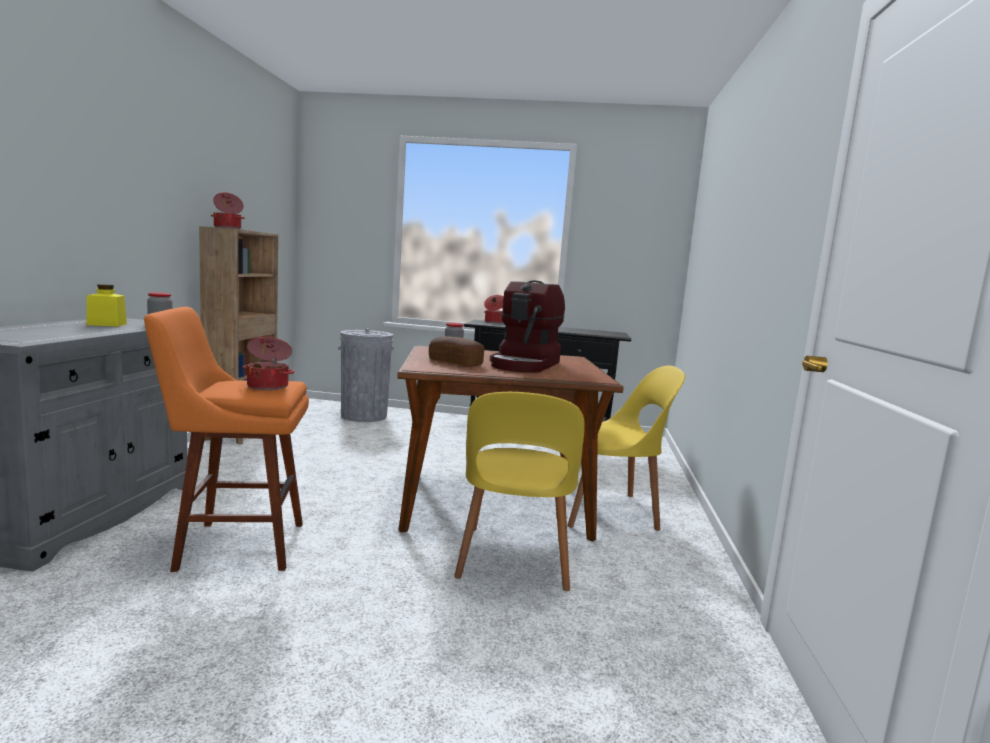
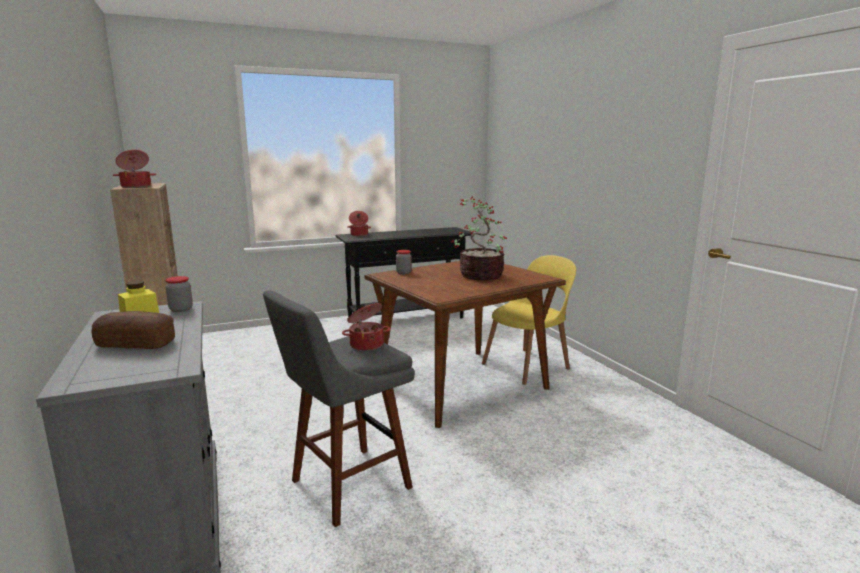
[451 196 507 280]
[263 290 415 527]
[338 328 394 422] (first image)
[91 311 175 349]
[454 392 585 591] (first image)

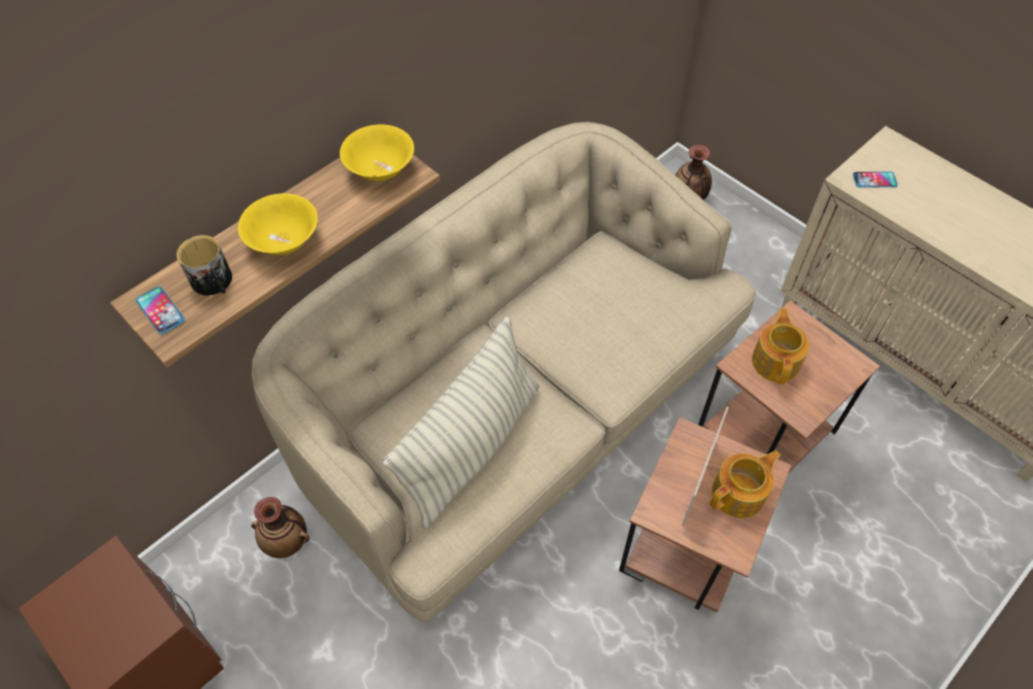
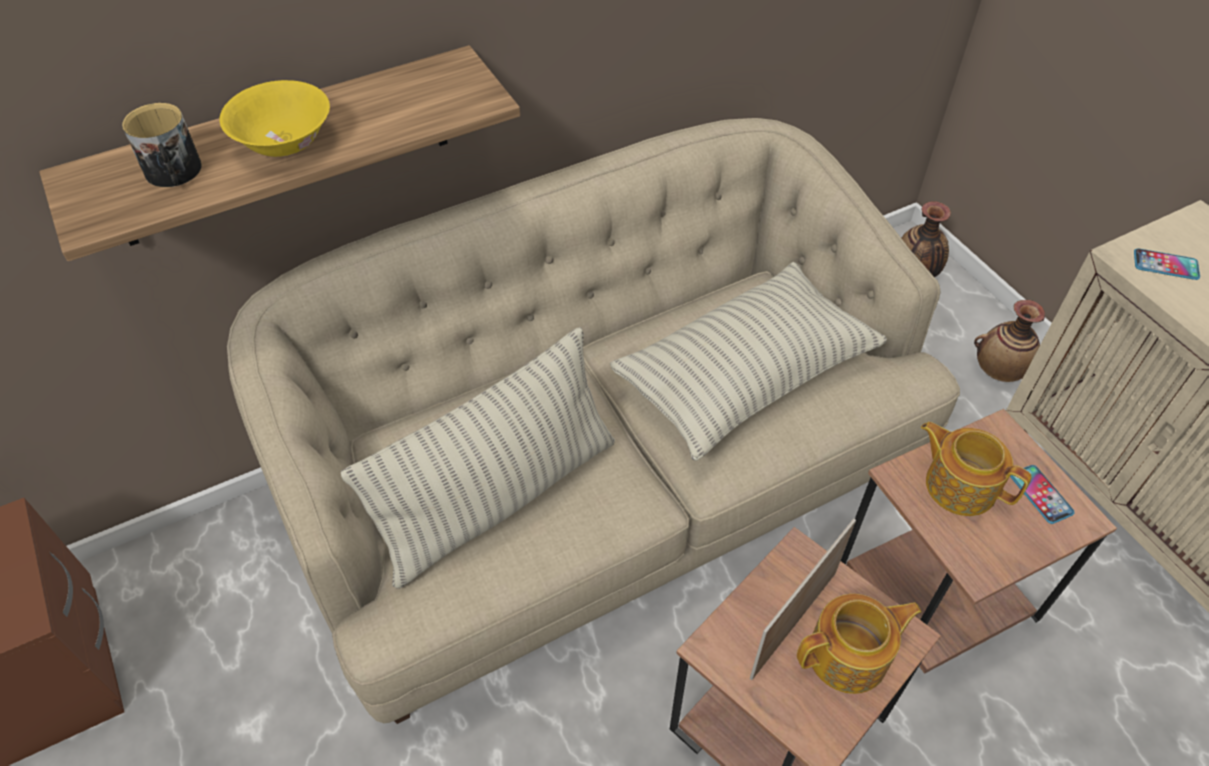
[340 124 414 181] (first image)
[1010 465 1075 524]
[921 422 1032 516]
[974 300 1045 382]
[610 262 887 461]

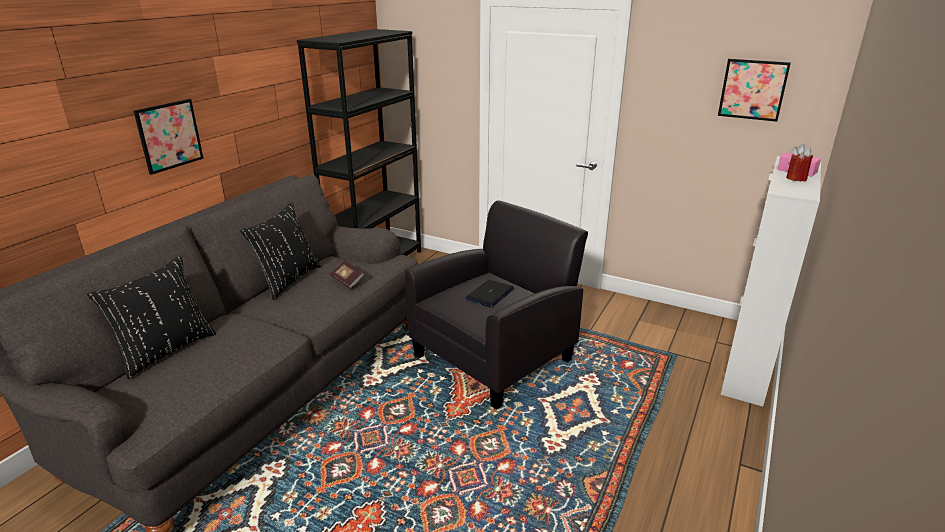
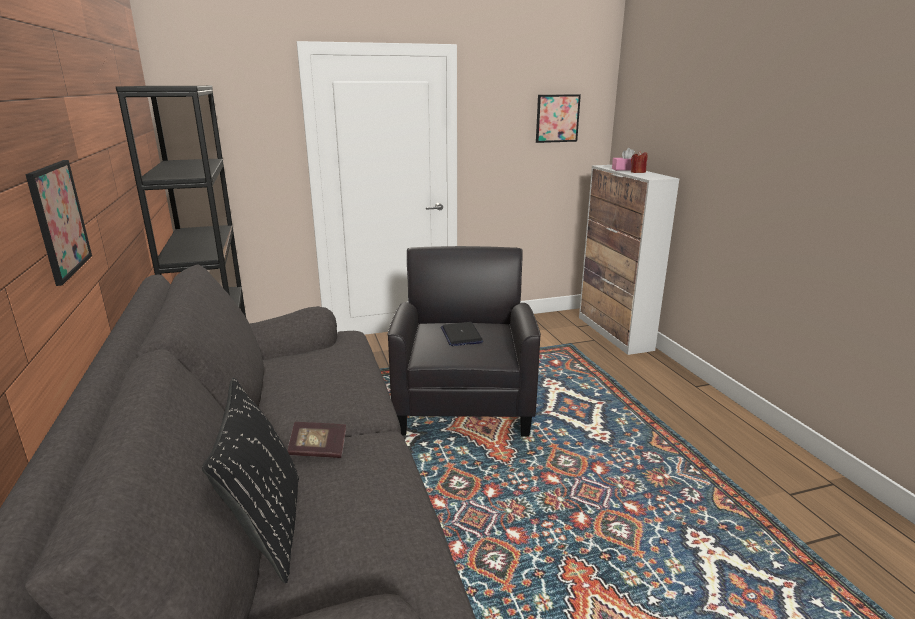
[240 202 321 300] (first image)
[287 422 346 458]

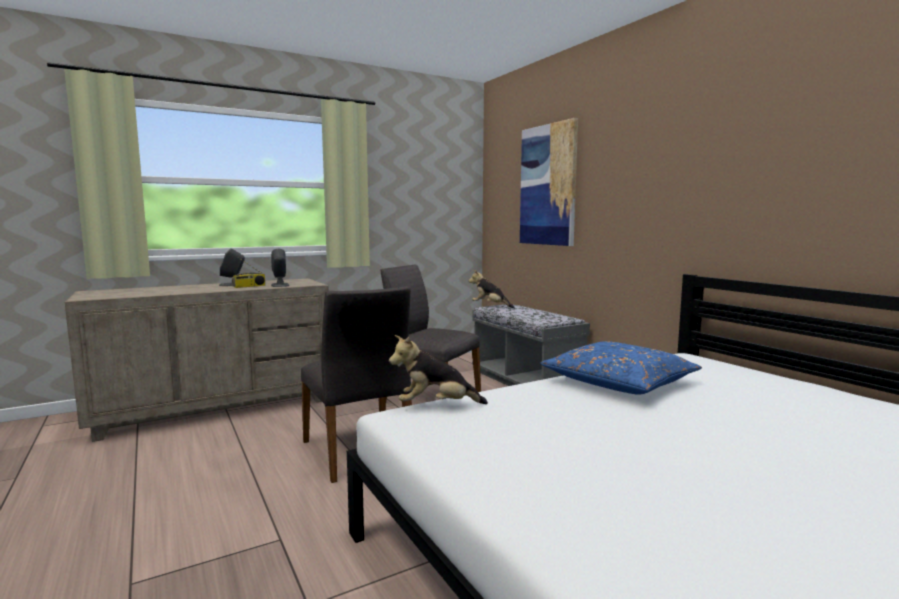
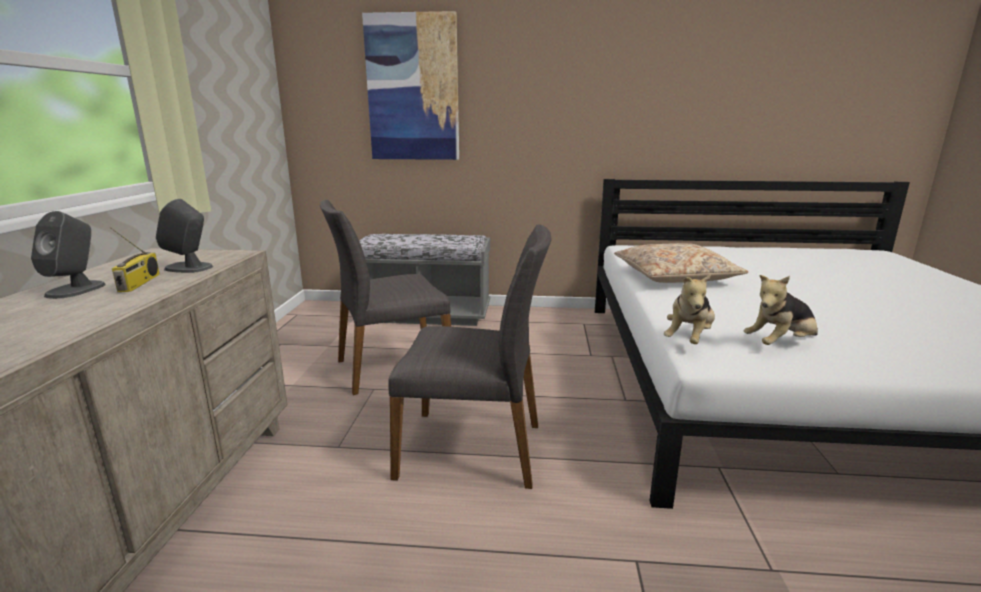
[744 275 818 345]
[614 243 748 283]

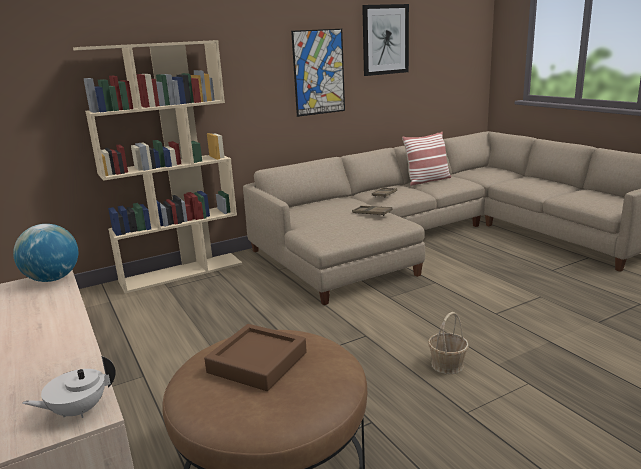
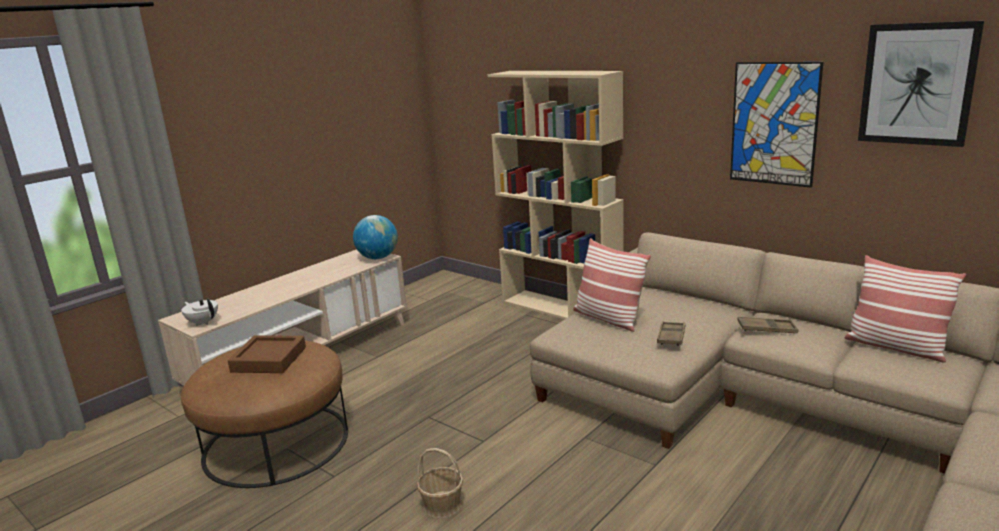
[573 238 651 332]

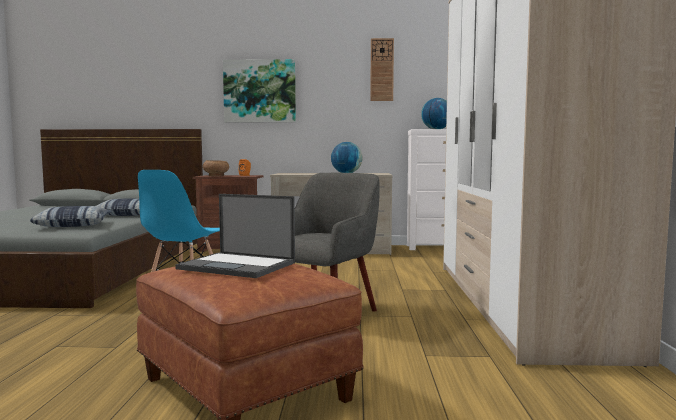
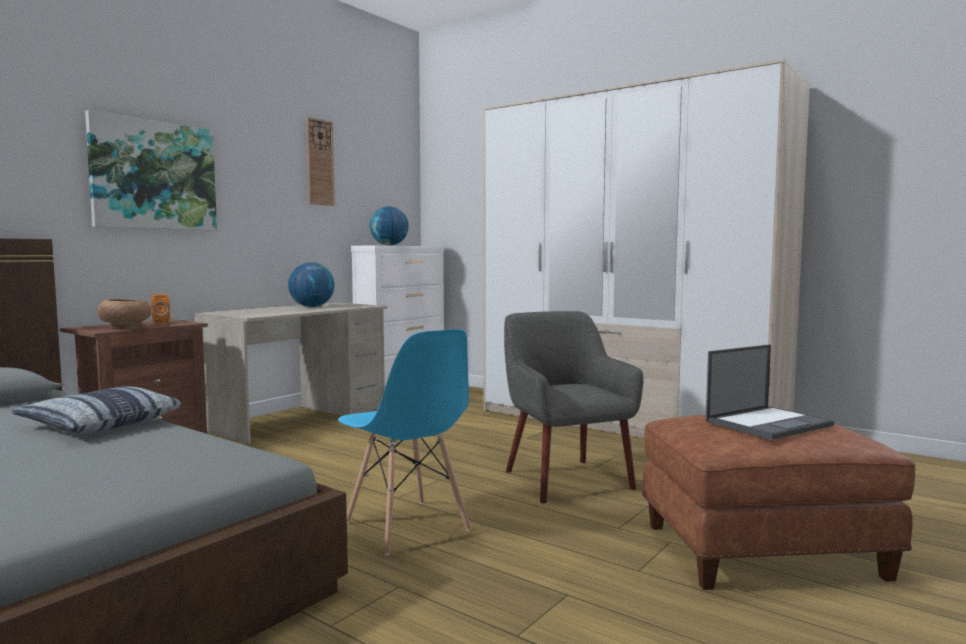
[30 206 111 227] (first image)

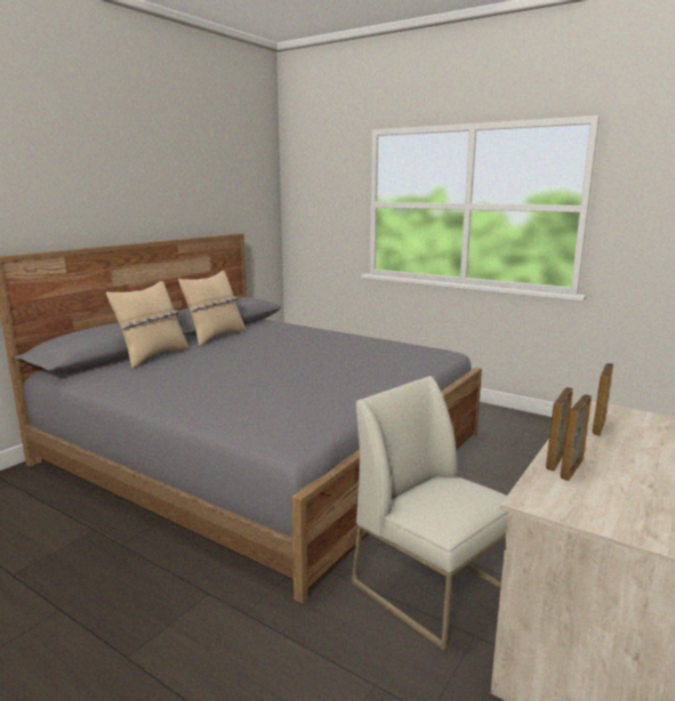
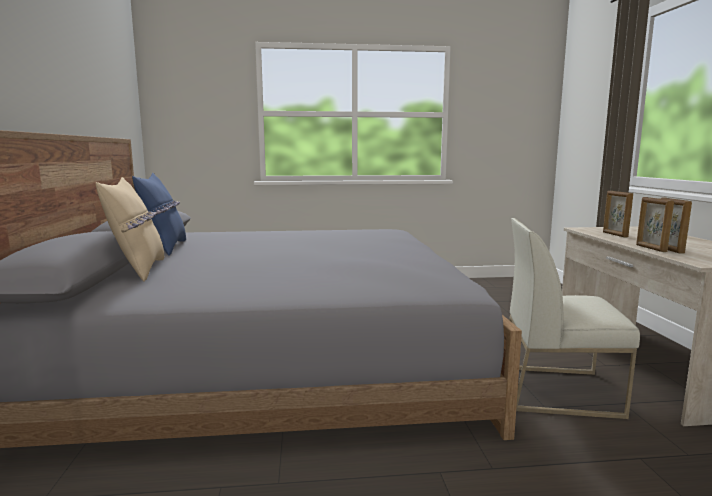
[132 173 186 255]

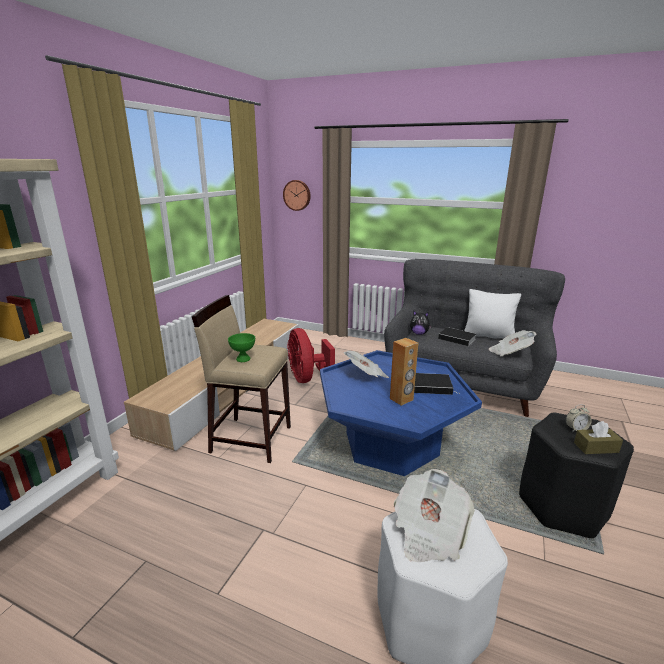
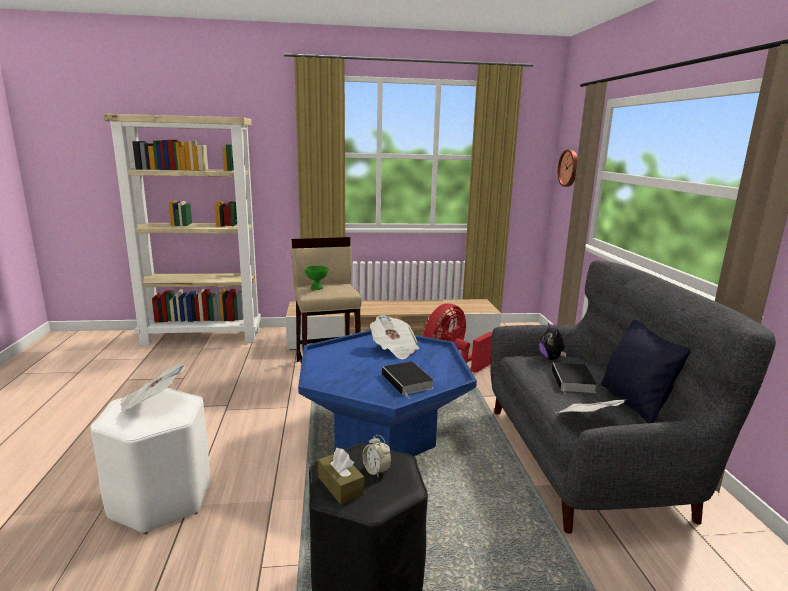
[601 320 691 423]
[390 338 418 406] (first image)

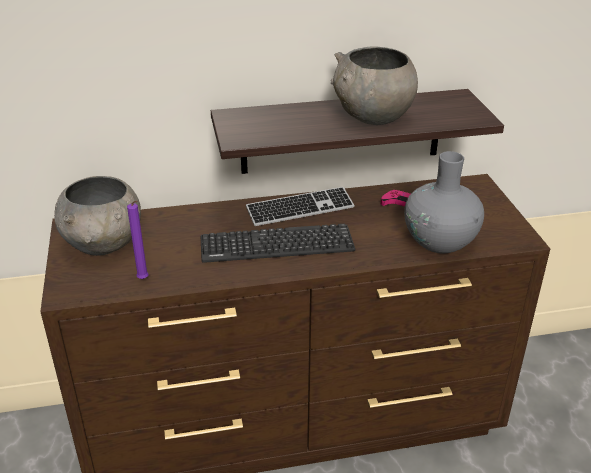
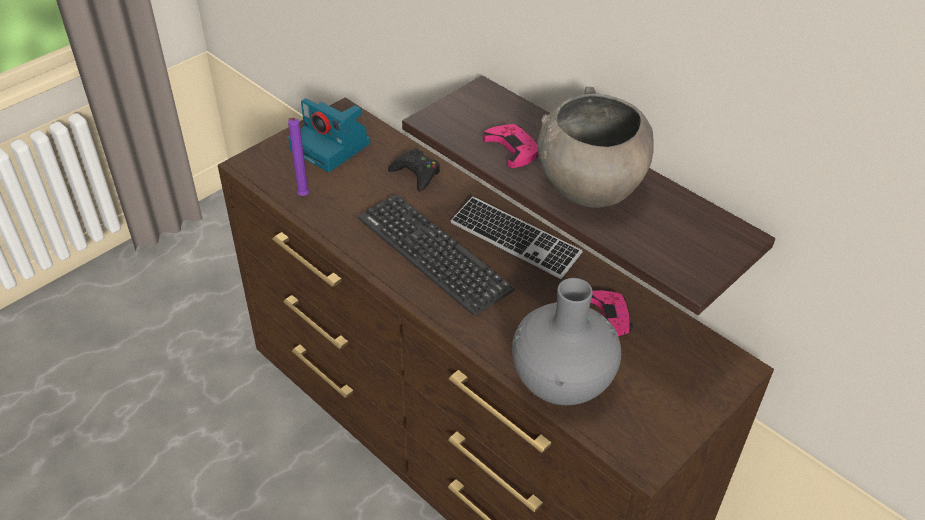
[288 98 370 172]
[483 124 539 168]
[388 148 440 192]

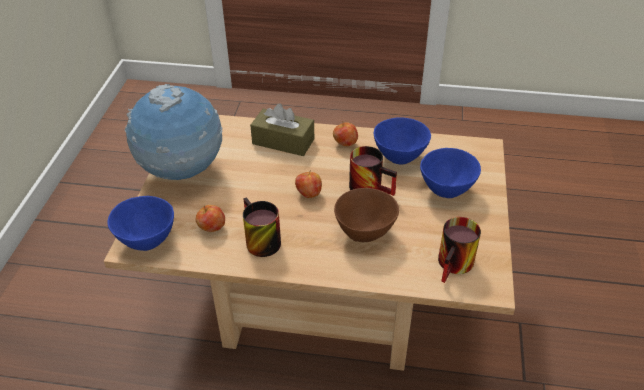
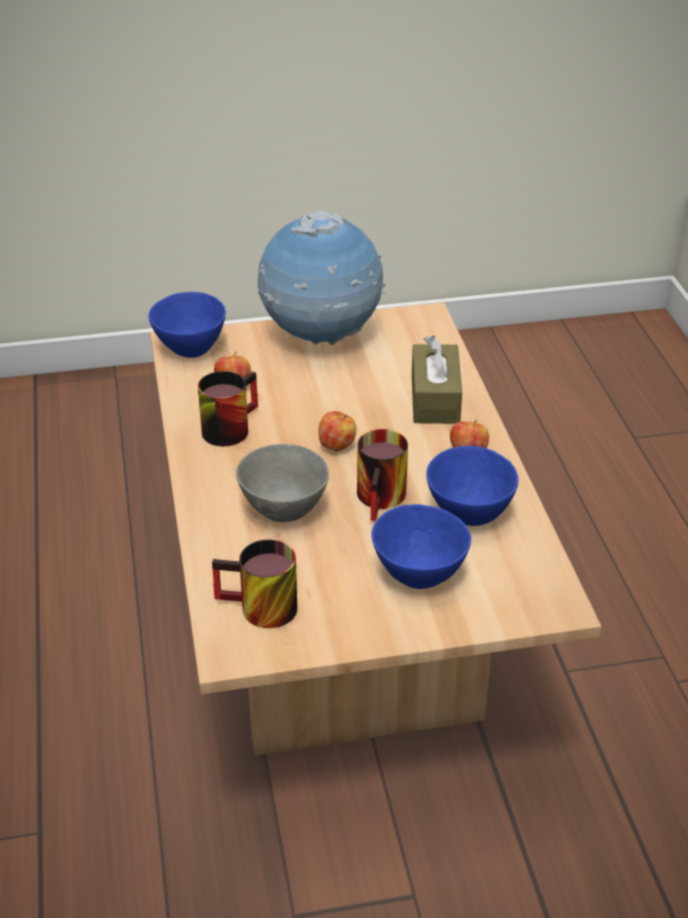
[236 444 329 522]

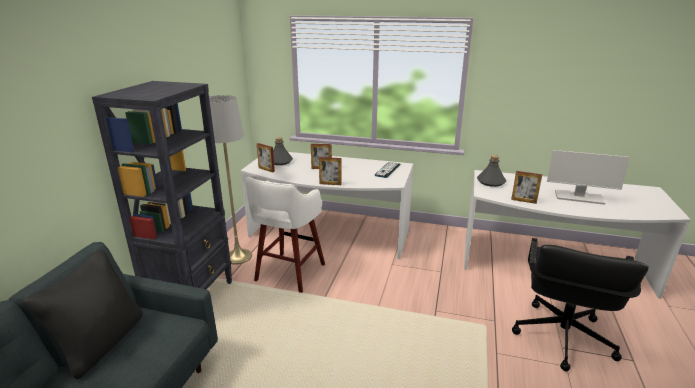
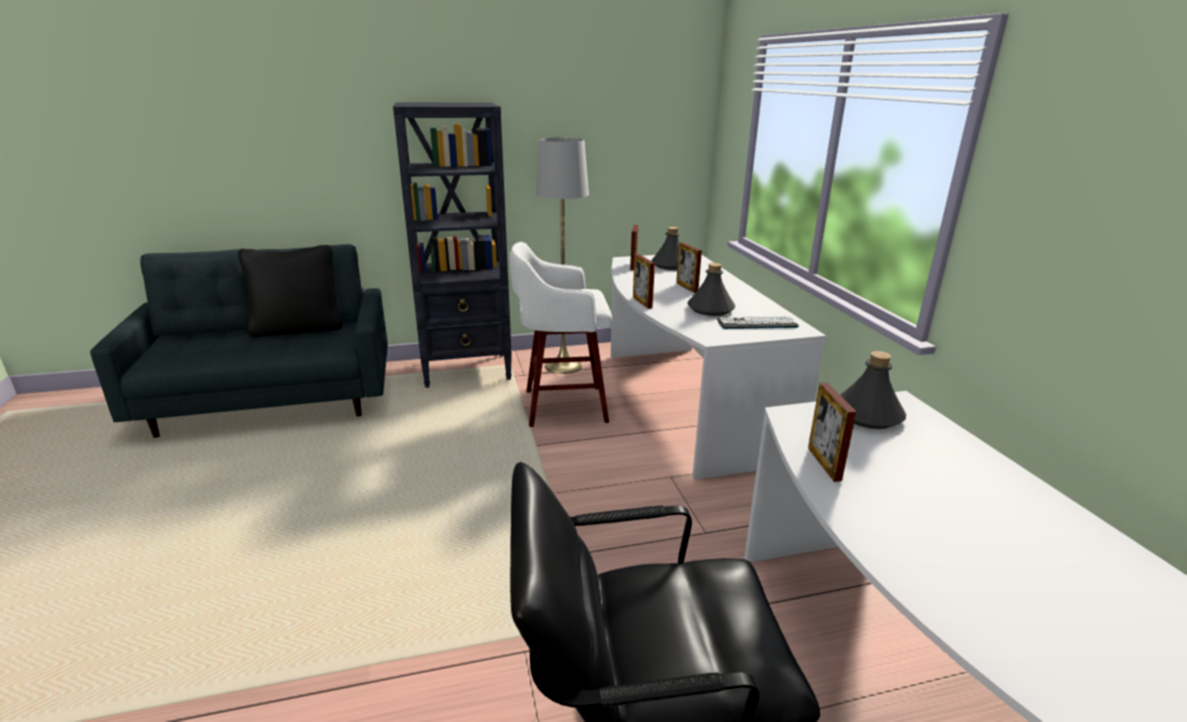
[547 150 630 205] (first image)
[688 263 735 316]

